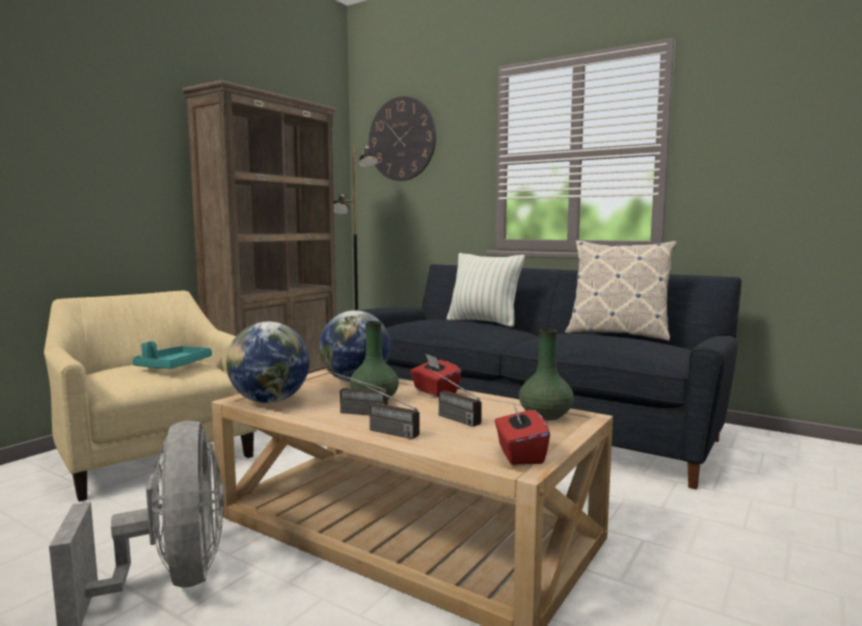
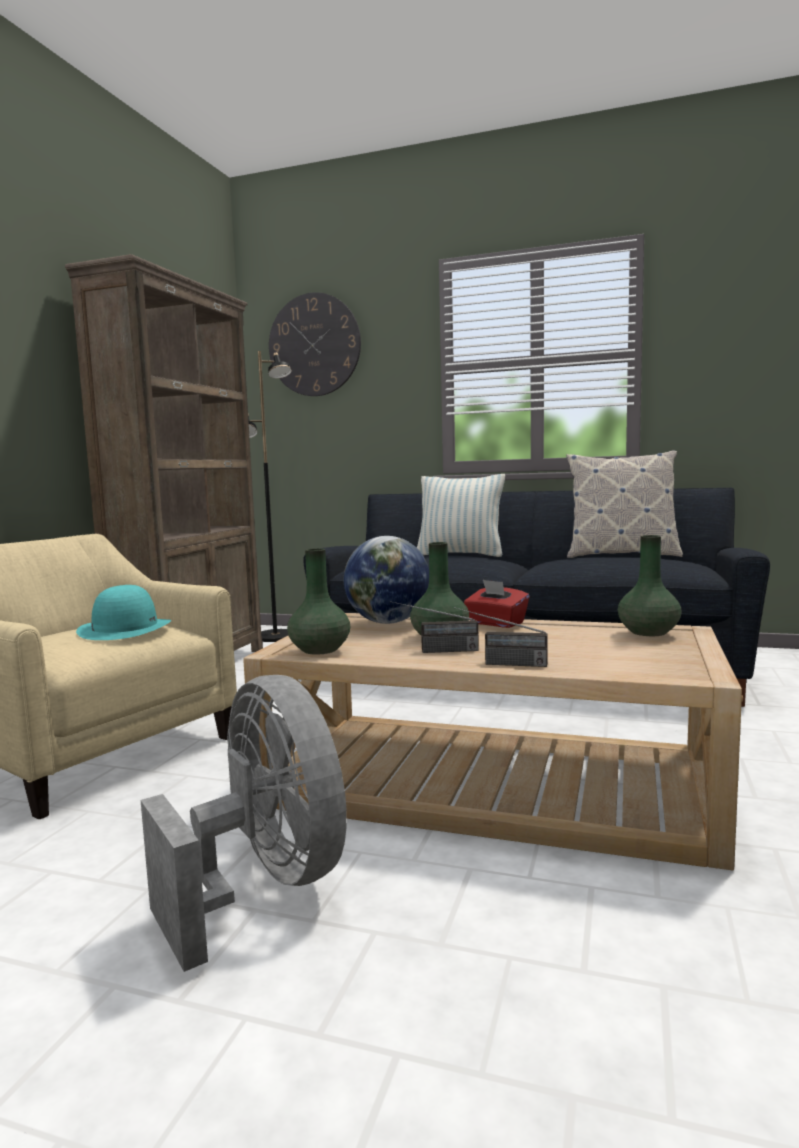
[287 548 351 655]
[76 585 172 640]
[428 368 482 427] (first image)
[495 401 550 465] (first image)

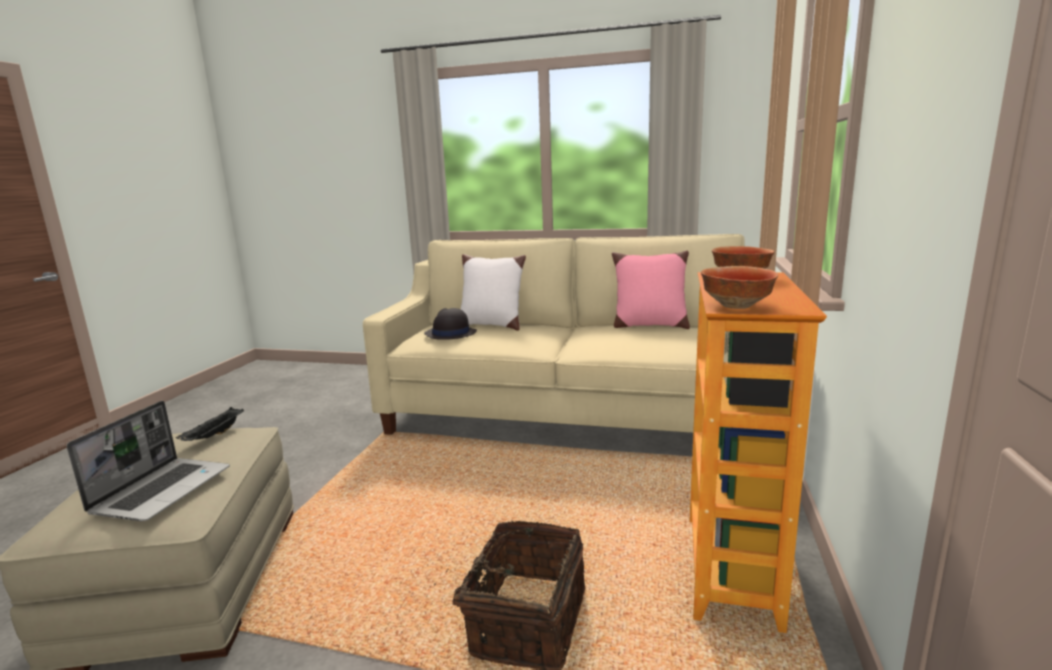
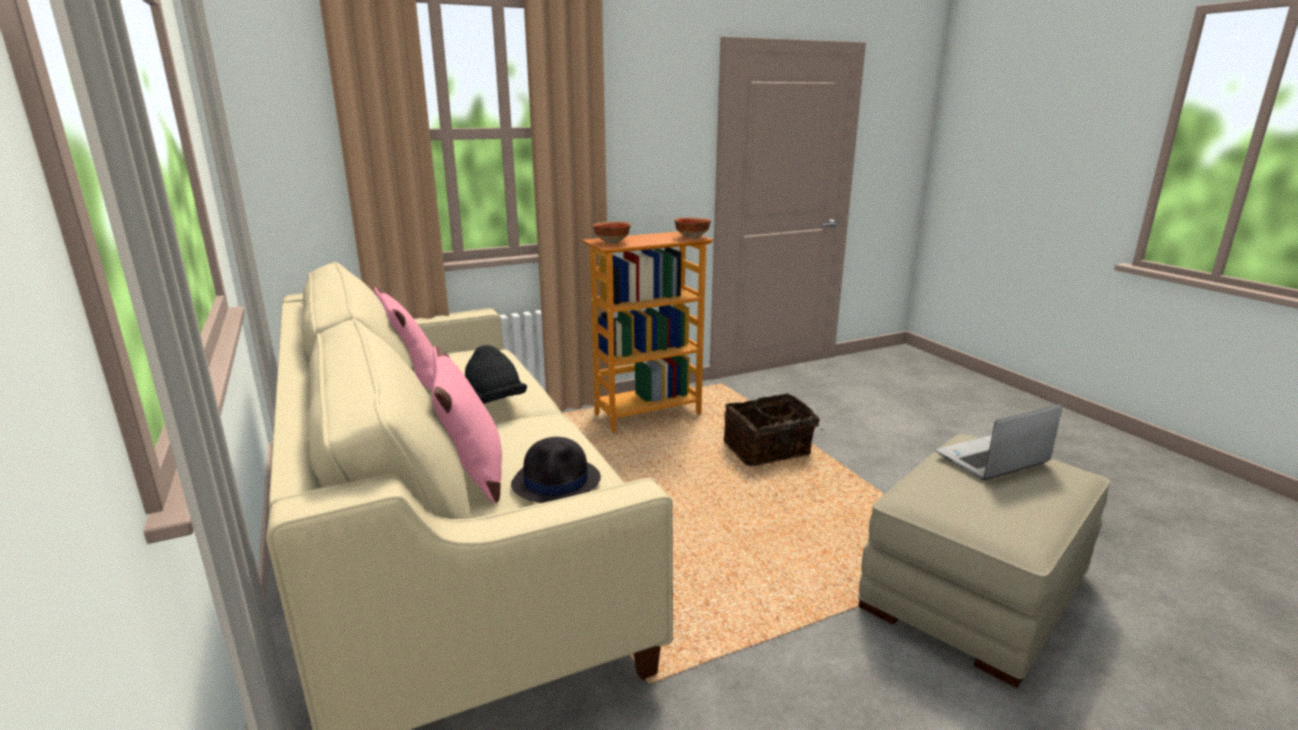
[432 345 502 503]
[176 407 244 441] (first image)
[465 345 527 404]

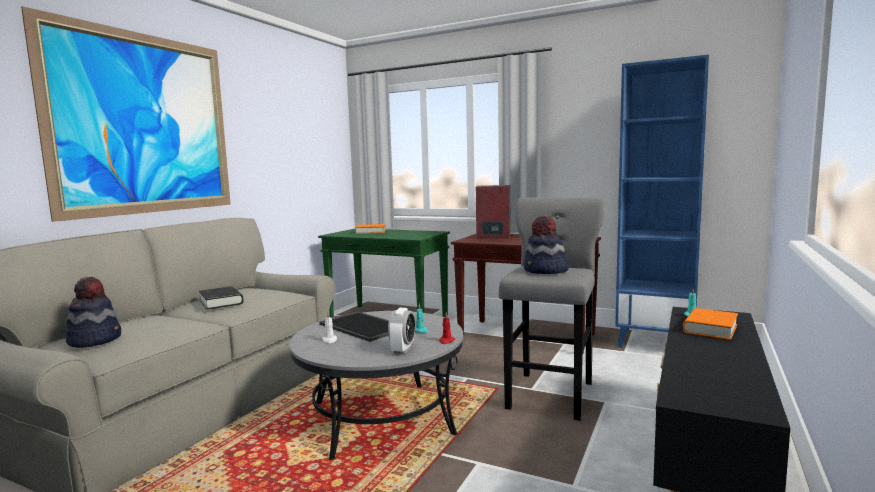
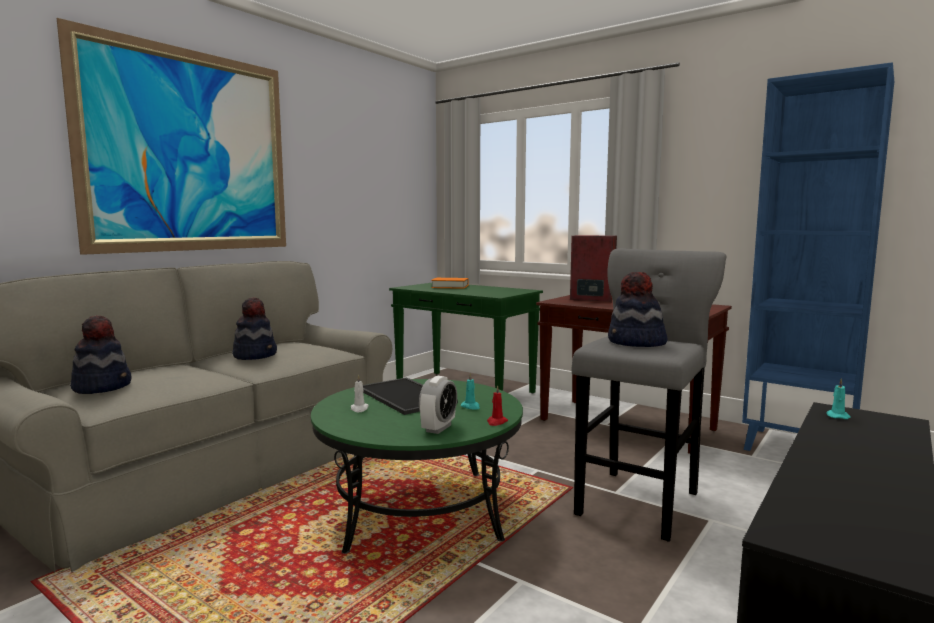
[232 297 277 360]
[683 308 738 340] (first image)
[311 379 523 554]

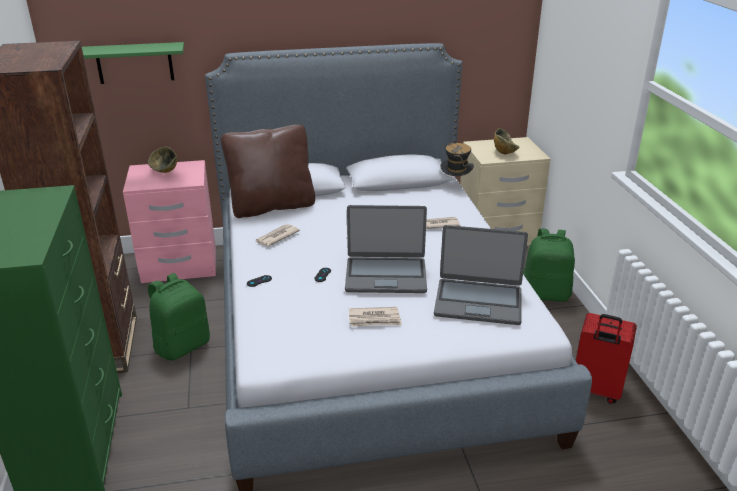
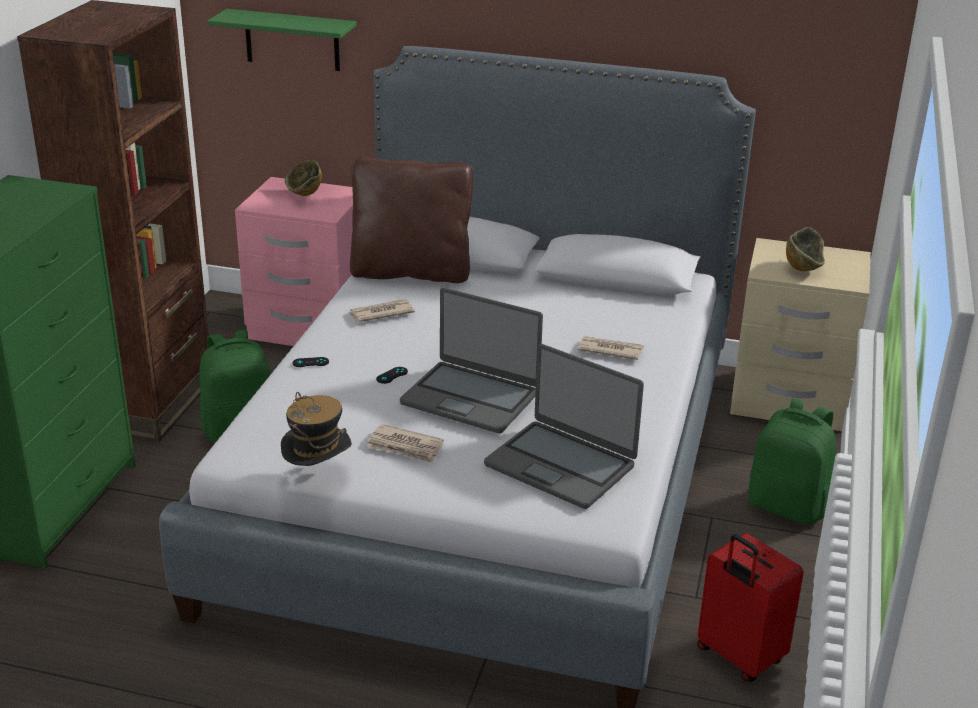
[281 392 352 466]

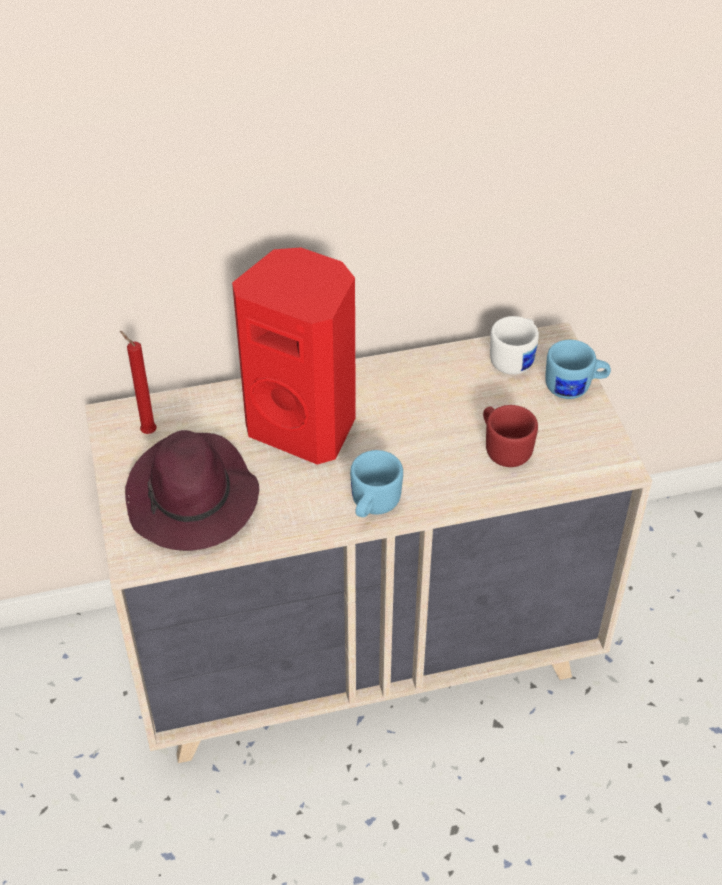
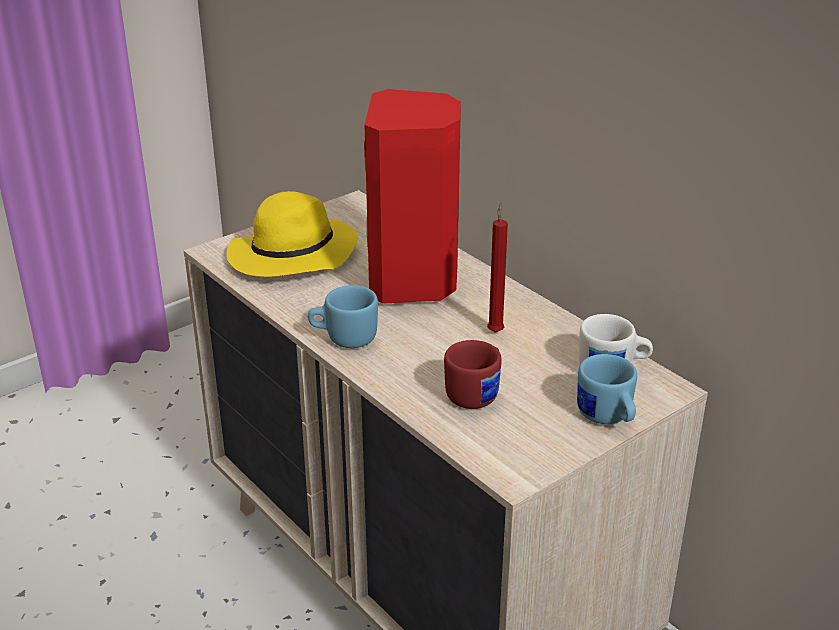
[487 203 508 333]
[227 191 358 277]

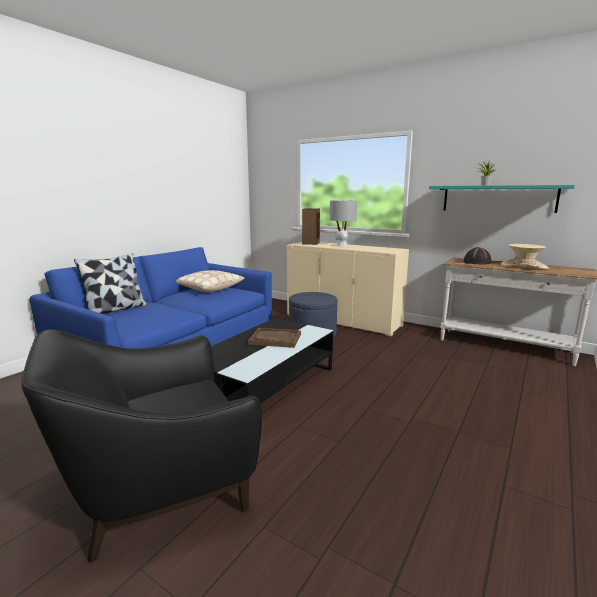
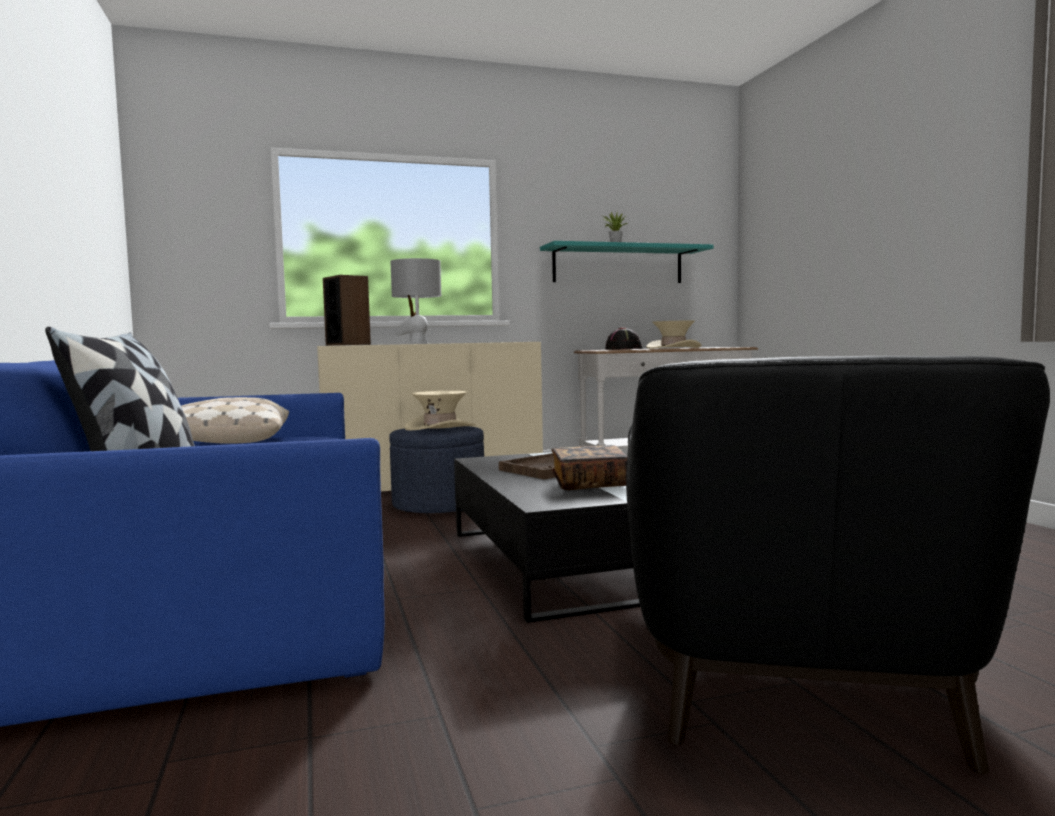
[404 391 476 430]
[552 445 627 490]

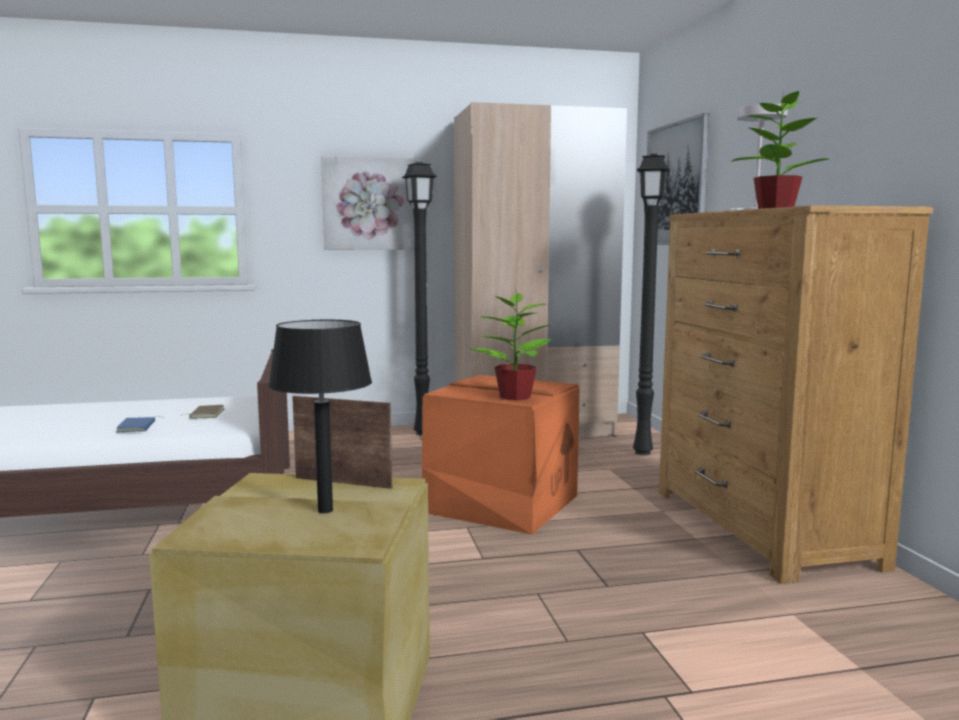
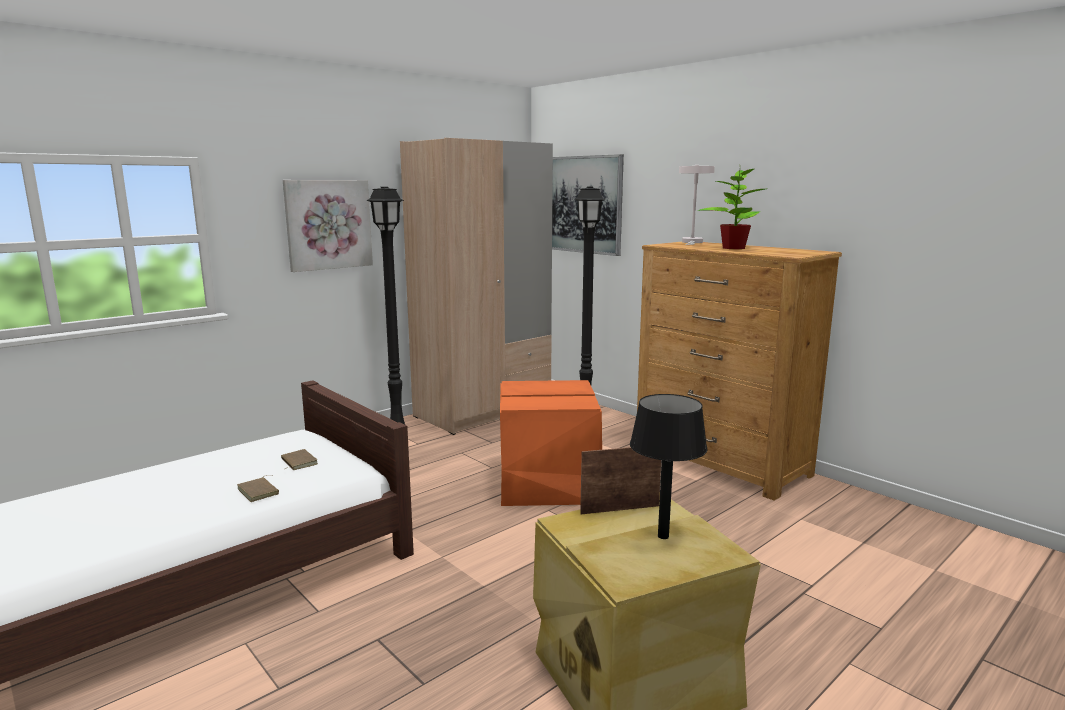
[469 290 552 400] (first image)
[237 475 279 502]

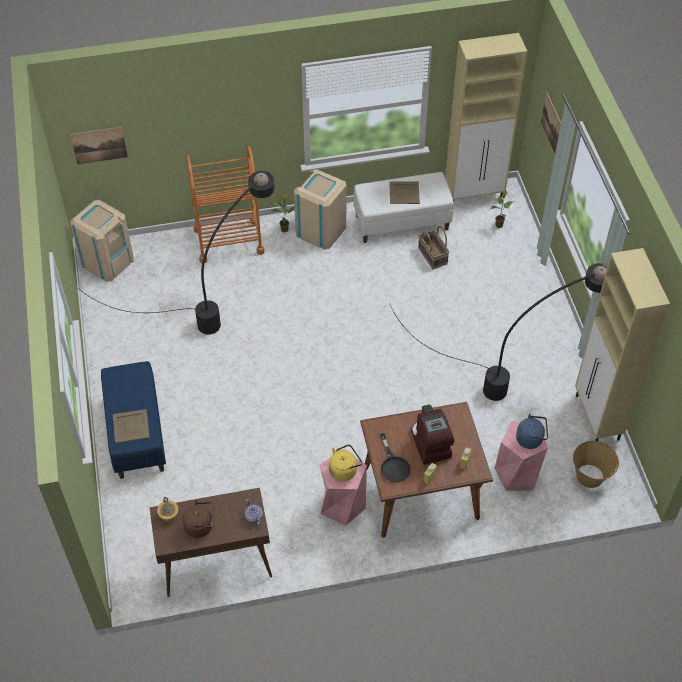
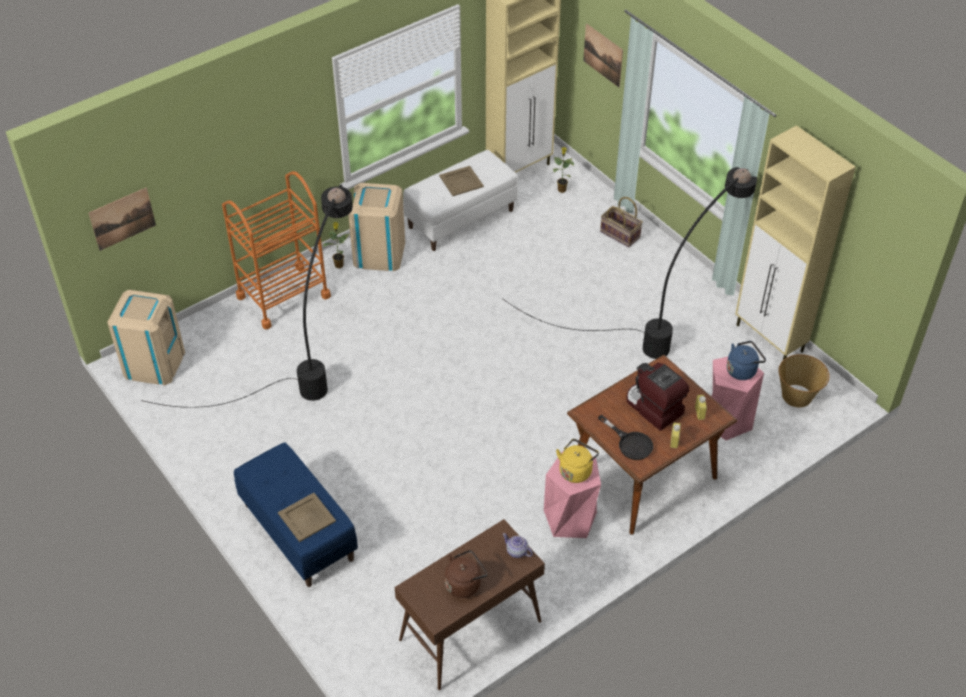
[600 197 643 247]
[157 497 179 522] (first image)

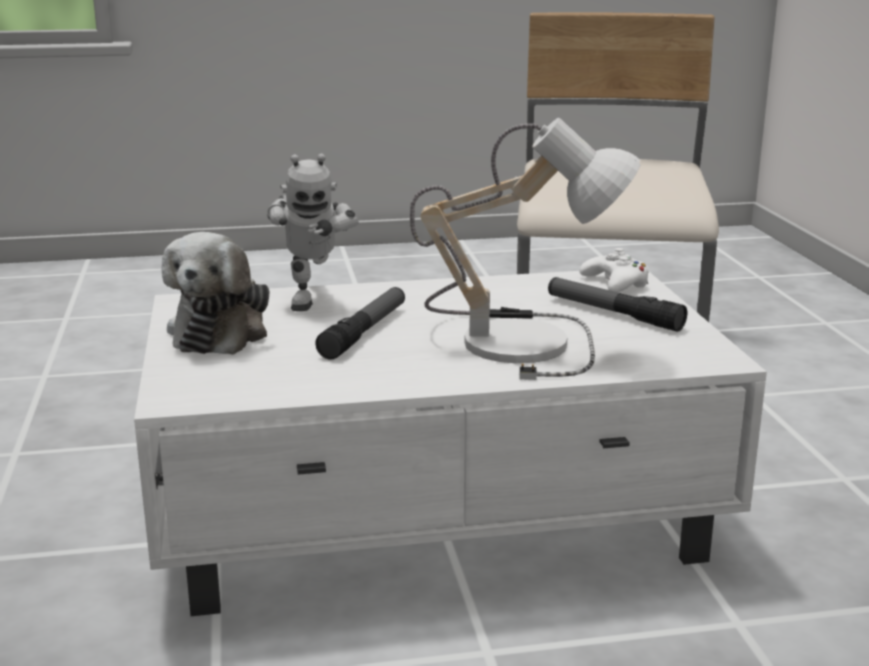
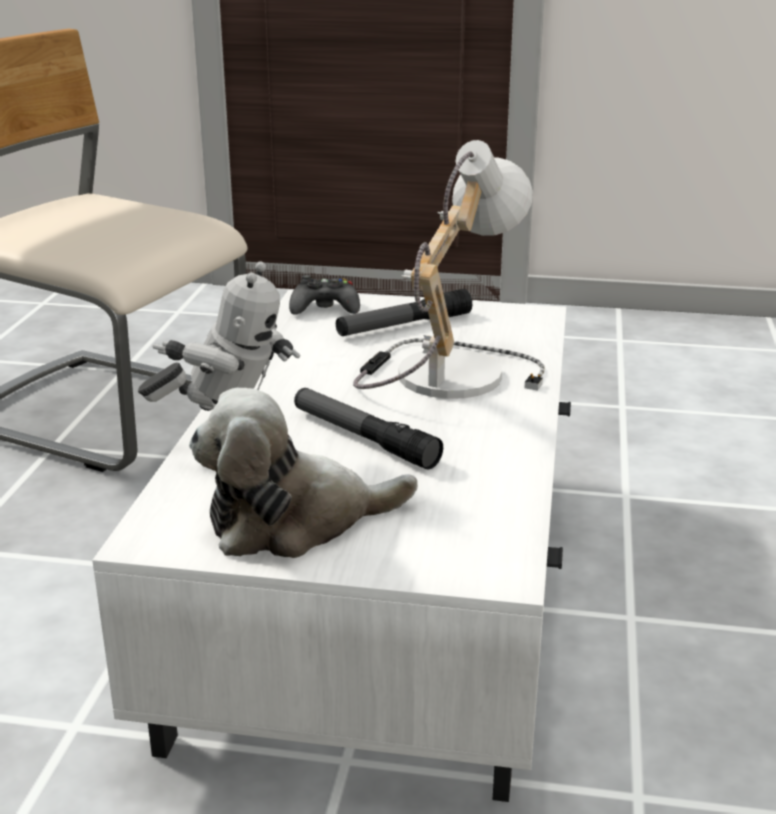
[189 387 418 558]
[289 275 360 315]

